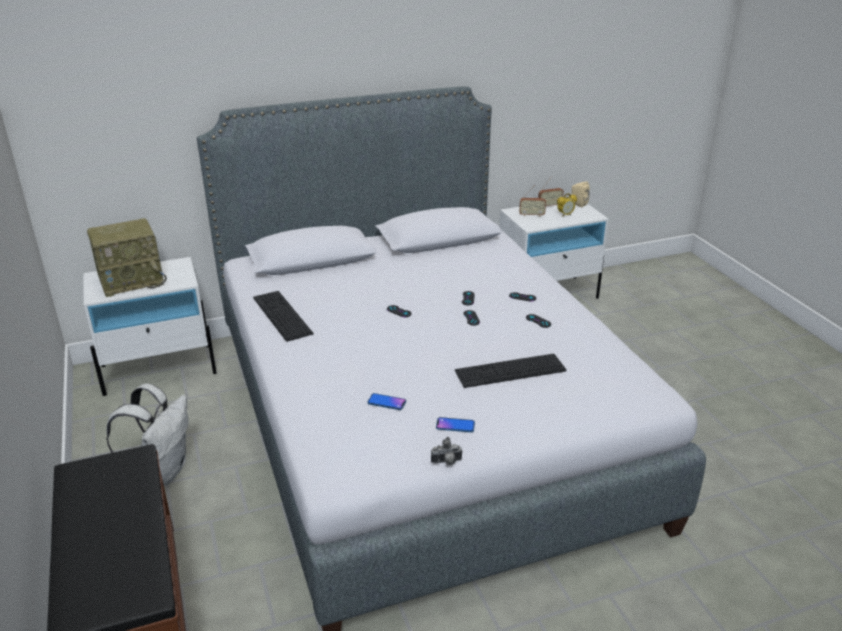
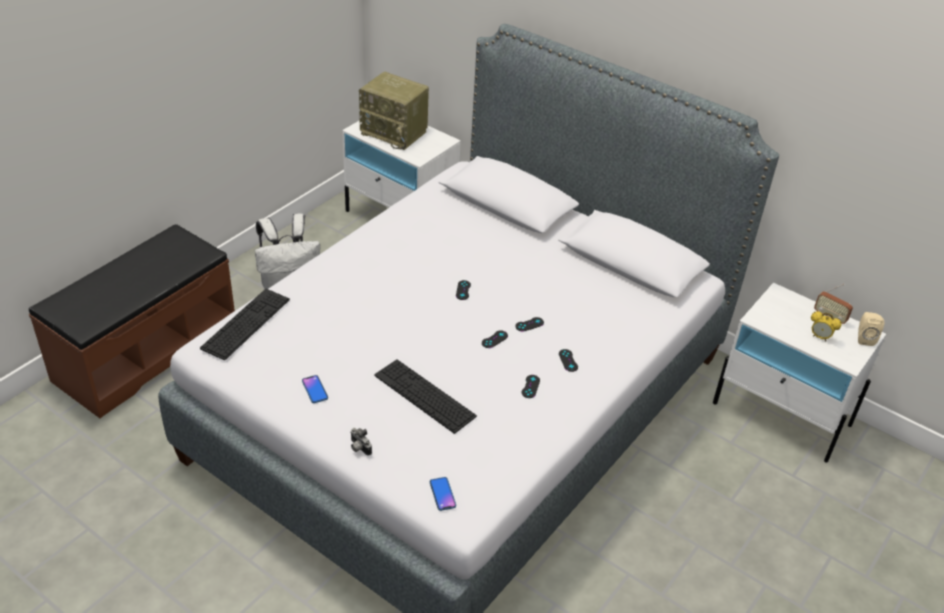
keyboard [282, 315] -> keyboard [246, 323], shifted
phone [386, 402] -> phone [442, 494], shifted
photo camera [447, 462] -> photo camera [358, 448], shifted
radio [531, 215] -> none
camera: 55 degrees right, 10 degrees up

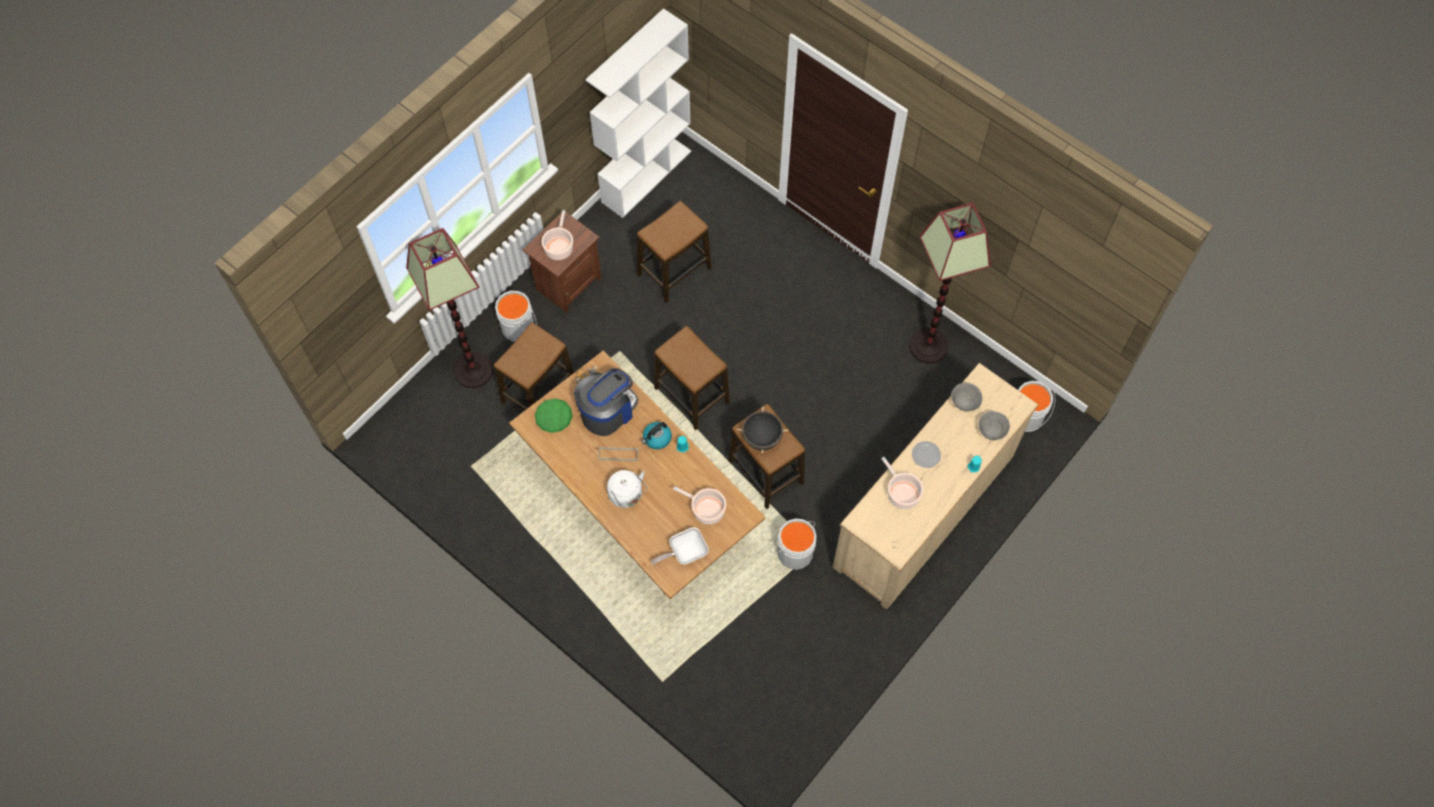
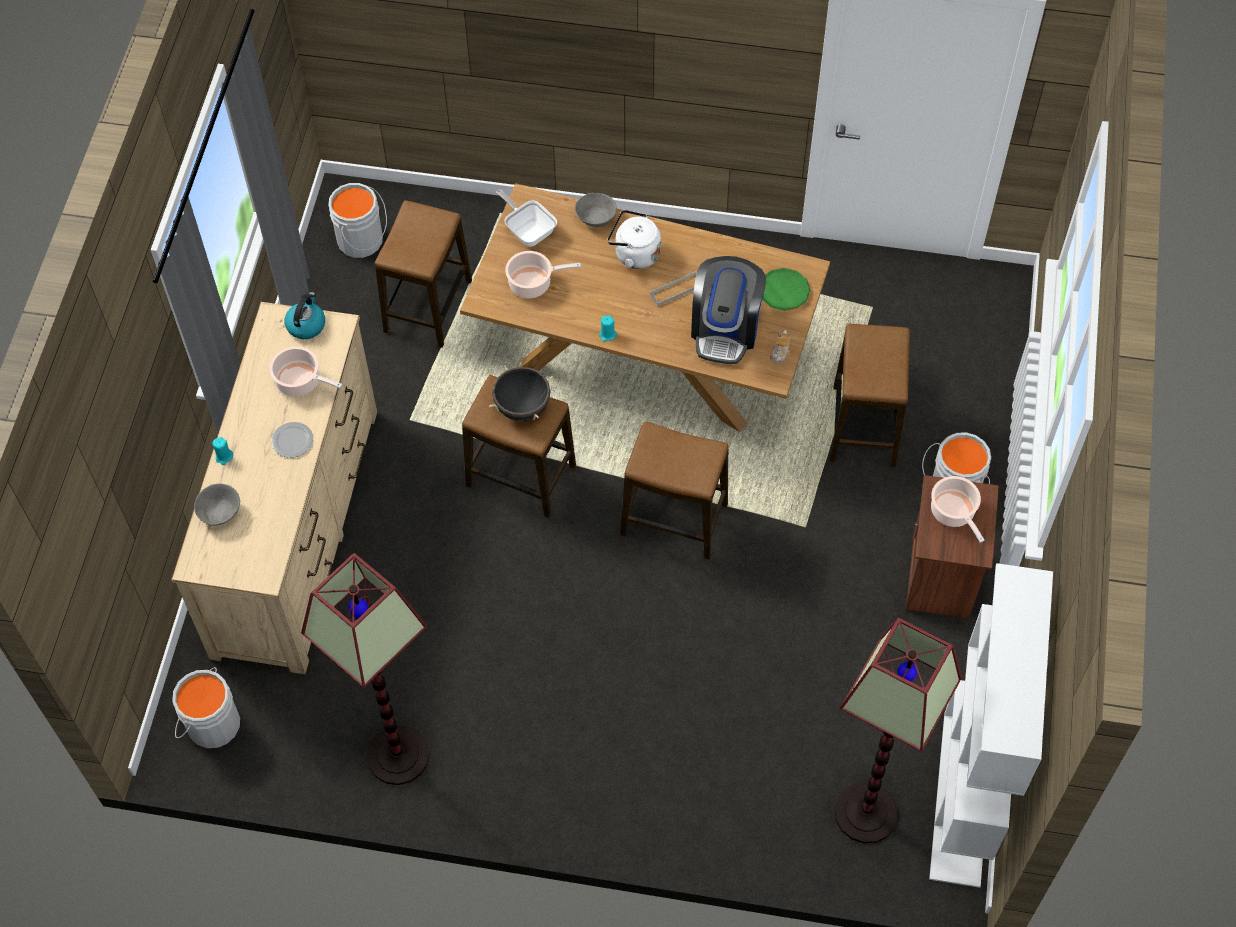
floor lamp [473, 370] -> floor lamp [865, 812], shifted
stool [674, 272] -> stool [428, 306], shifted
kettle [657, 439] -> kettle [306, 325], shifted
frying pan [684, 553] -> frying pan [528, 230], 75 degrees counterclockwise
grey bucket [793, 551] -> grey bucket [362, 241], shifted
grey bowl [964, 402] -> grey bowl [596, 218], shifted
camera: 150 degrees right, 5 degrees down

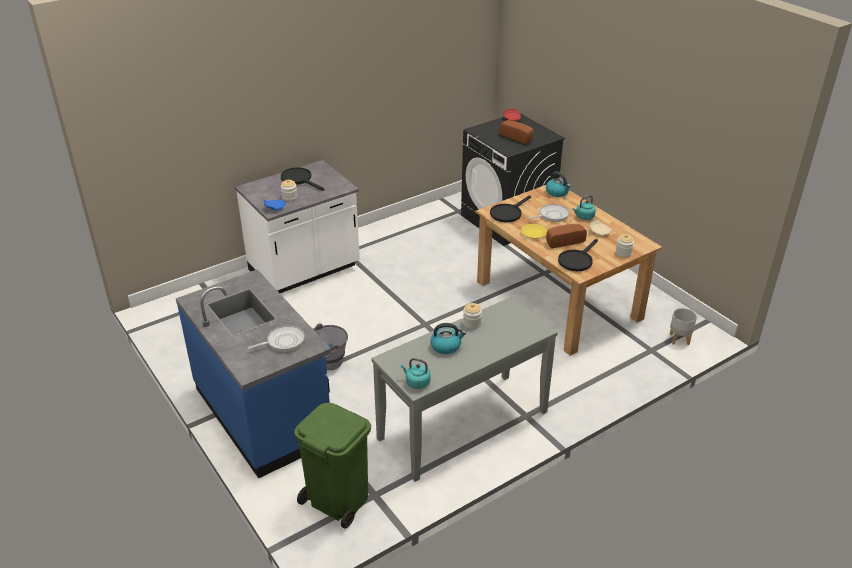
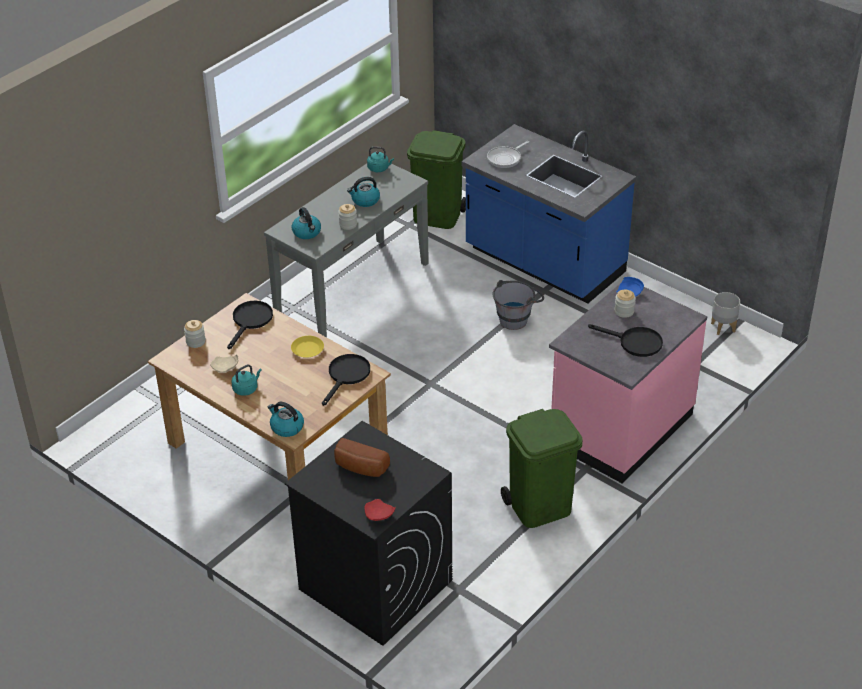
white counter [305, 270] -> pink counter [620, 427]
frying pan [552, 215] -> none
bread [563, 241] -> none
grey planter [679, 339] -> grey planter [723, 327], shifted
none -> kettle [307, 232]
none -> green trash can [540, 507]
camera: 165 degrees right, 5 degrees up

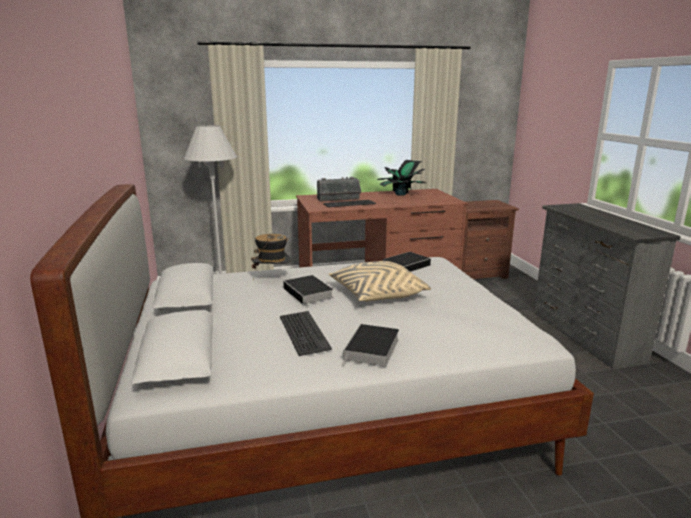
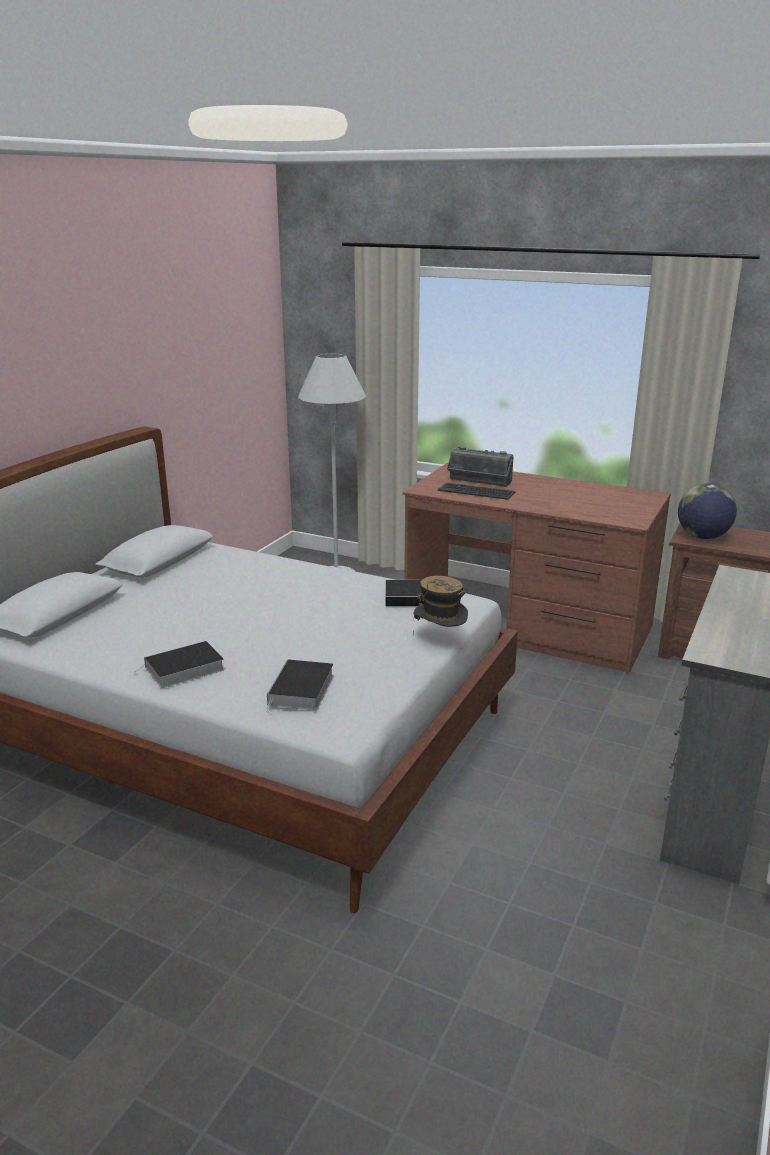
hat [272, 278] -> hat [439, 639], shifted
keyboard [303, 333] -> none
book [309, 293] -> book [301, 690], shifted
beige pillow [377, 295] -> none
potted plant [401, 194] -> none
none -> globe [703, 537]
camera: 40 degrees right, 5 degrees up

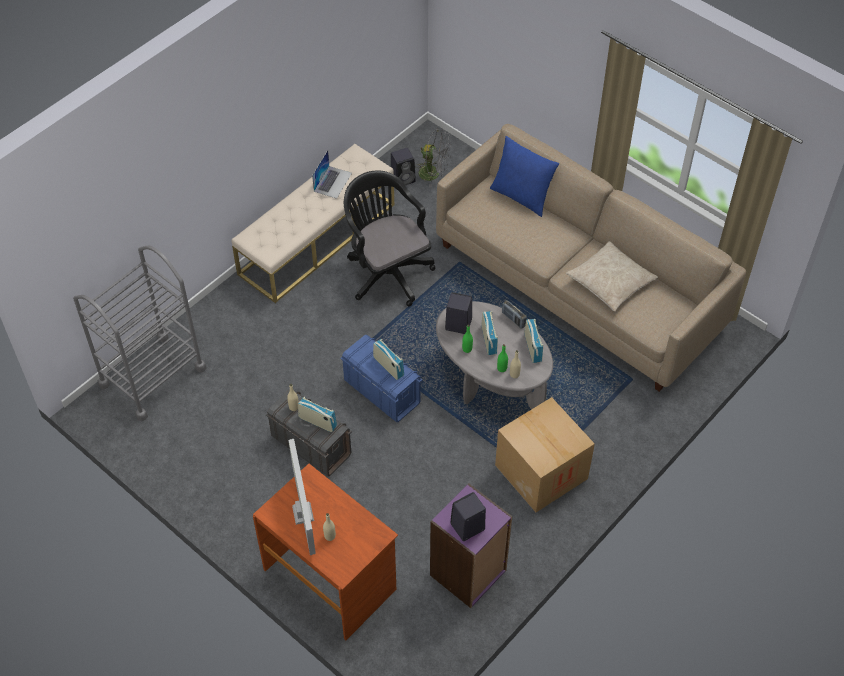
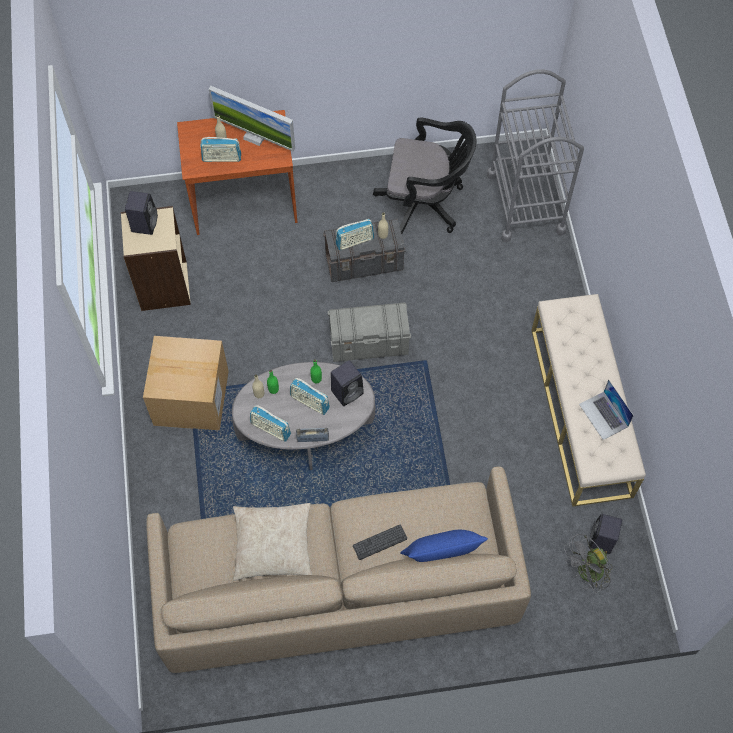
blue storage box [382, 391] -> grey storage box [369, 344]
black office chair [387, 271] -> black office chair [424, 204], shifted
radio [388, 366] -> radio [221, 158], shifted
purple bookcase [468, 573] -> beige bookcase [163, 286]
none -> keyboard [380, 542]
camera: 130 degrees right, 10 degrees up

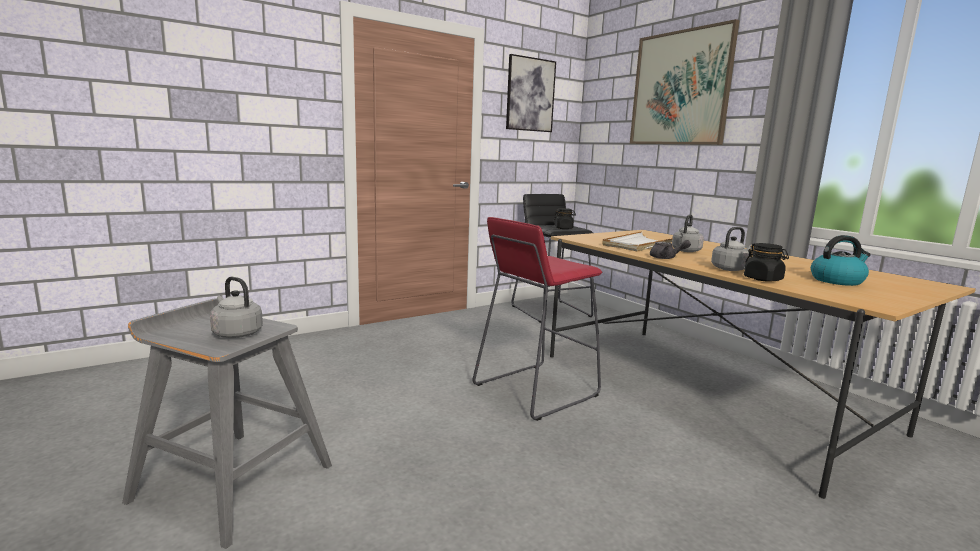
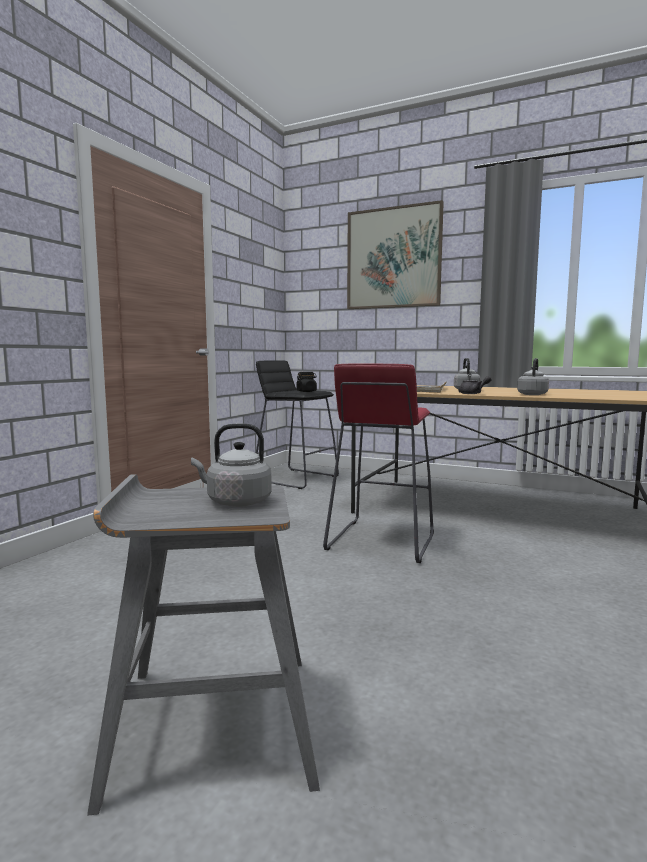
picture [530, 95] -> none
black jar [763, 279] -> none
kettle [837, 281] -> none
camera: 30 degrees left, 5 degrees down

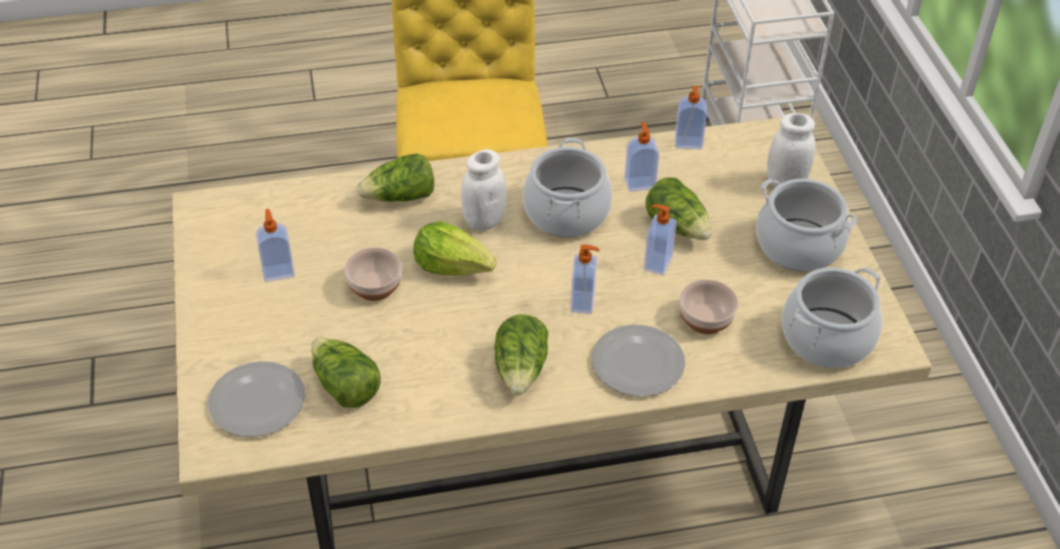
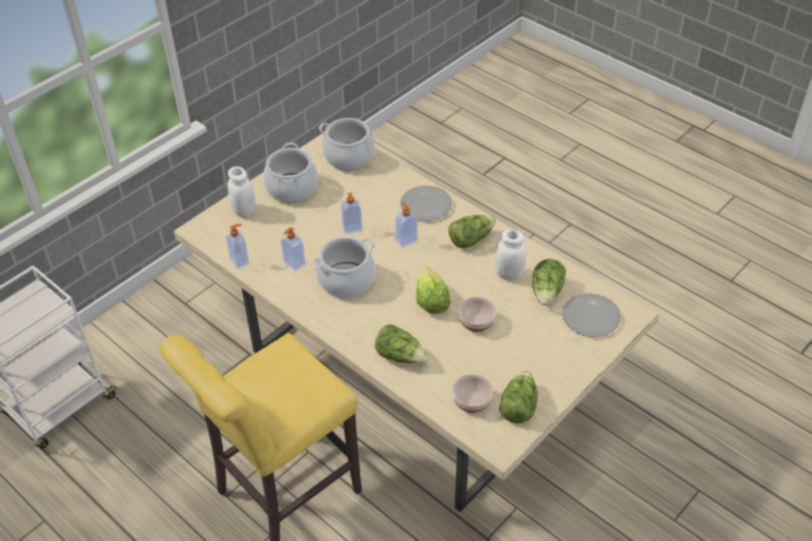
soap dispenser [278, 271] -> none
white jar [484, 221] -> white jar [509, 274], shifted
lettuce [677, 226] -> lettuce [518, 406], shifted
bowl [706, 319] -> bowl [471, 401], shifted
camera: 125 degrees left, 0 degrees up

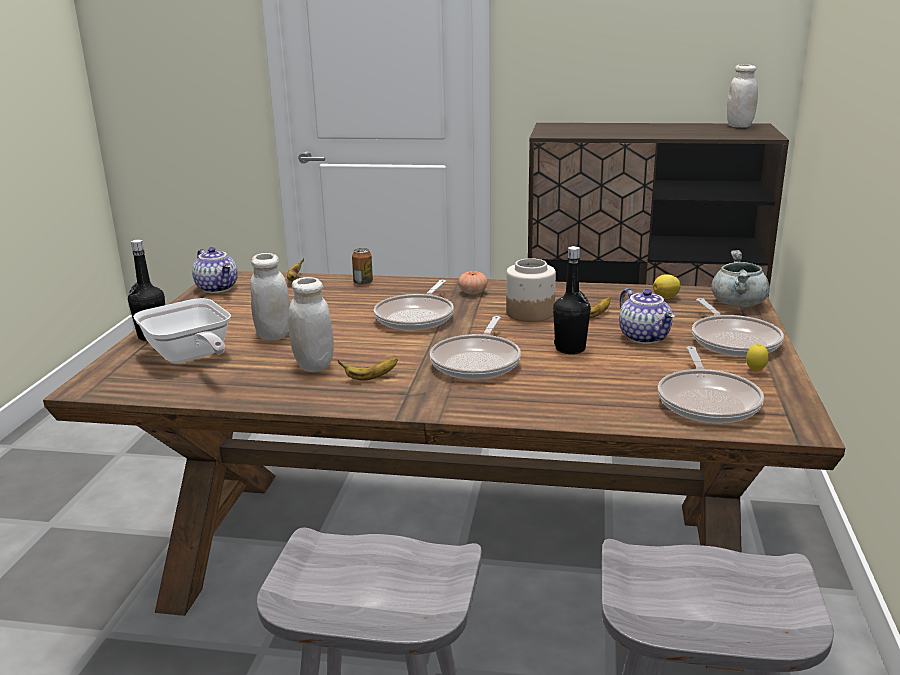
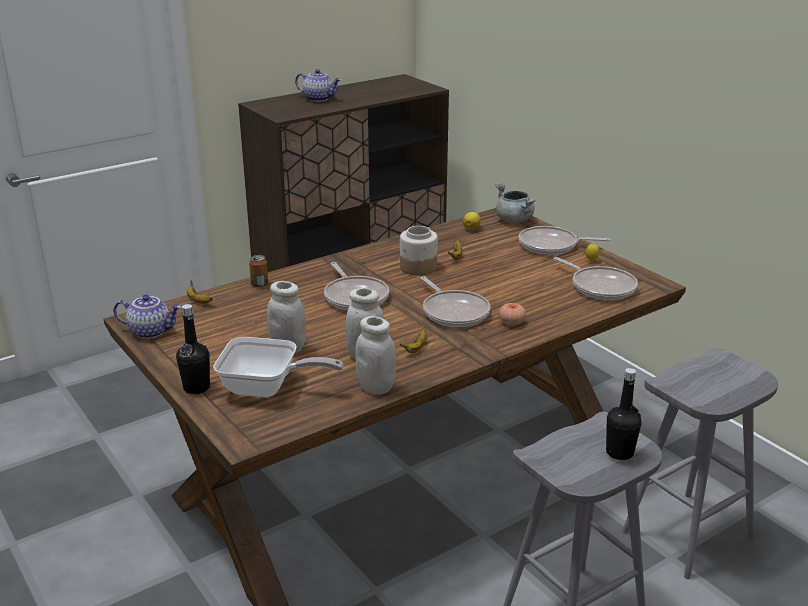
tomato [472, 292] -> tomato [511, 322], shifted
black bottle [570, 349] -> black bottle [619, 452], shifted
teapot [645, 337] -> teapot [319, 98], shifted
frying pan [733, 340] -> frying pan [551, 245], 150 degrees clockwise
white jar [739, 126] -> white jar [376, 387], shifted
camera: 45 degrees left, 5 degrees up

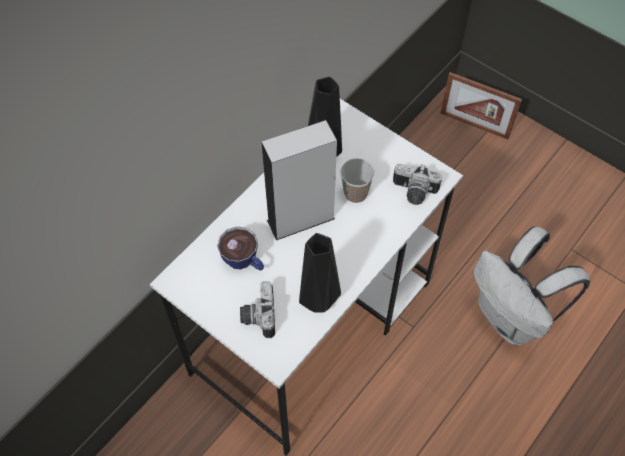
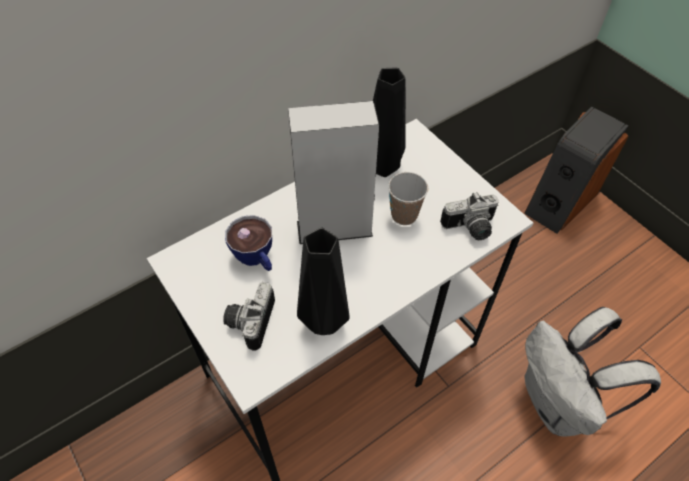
photo camera [413, 193] -> photo camera [470, 228], 45 degrees counterclockwise
picture frame [474, 125] -> speaker [560, 202]
camera: 15 degrees right, 5 degrees down

